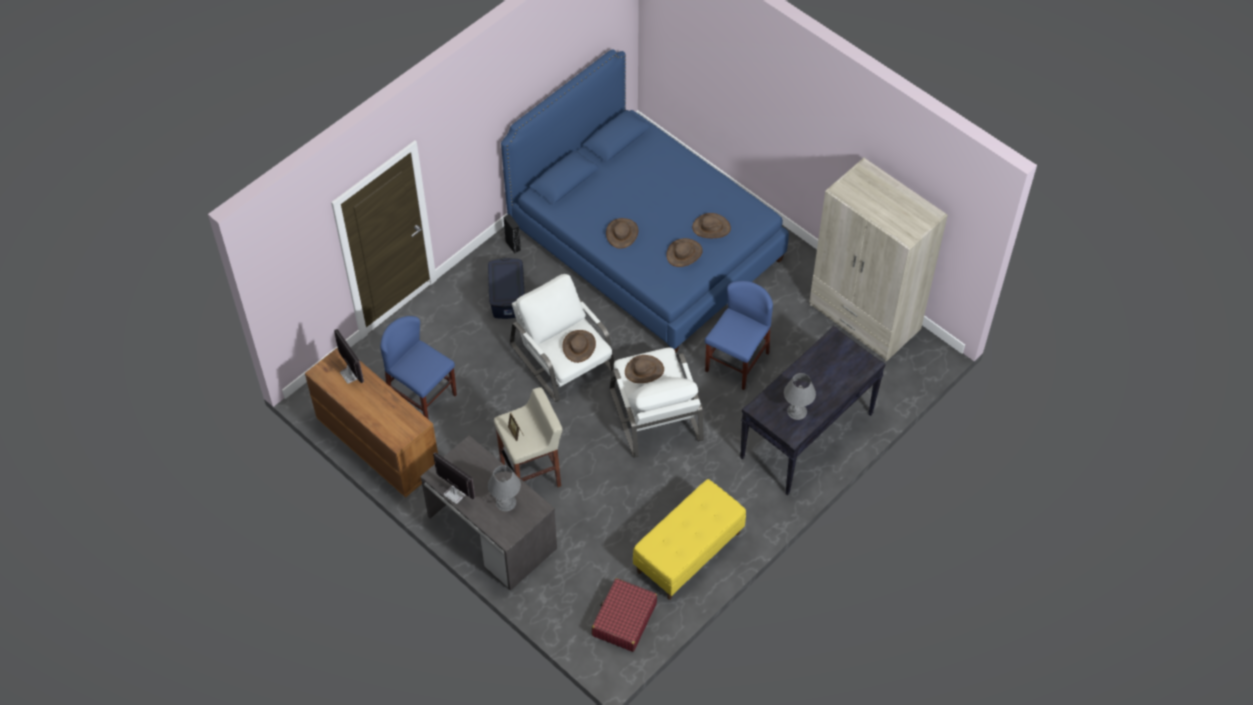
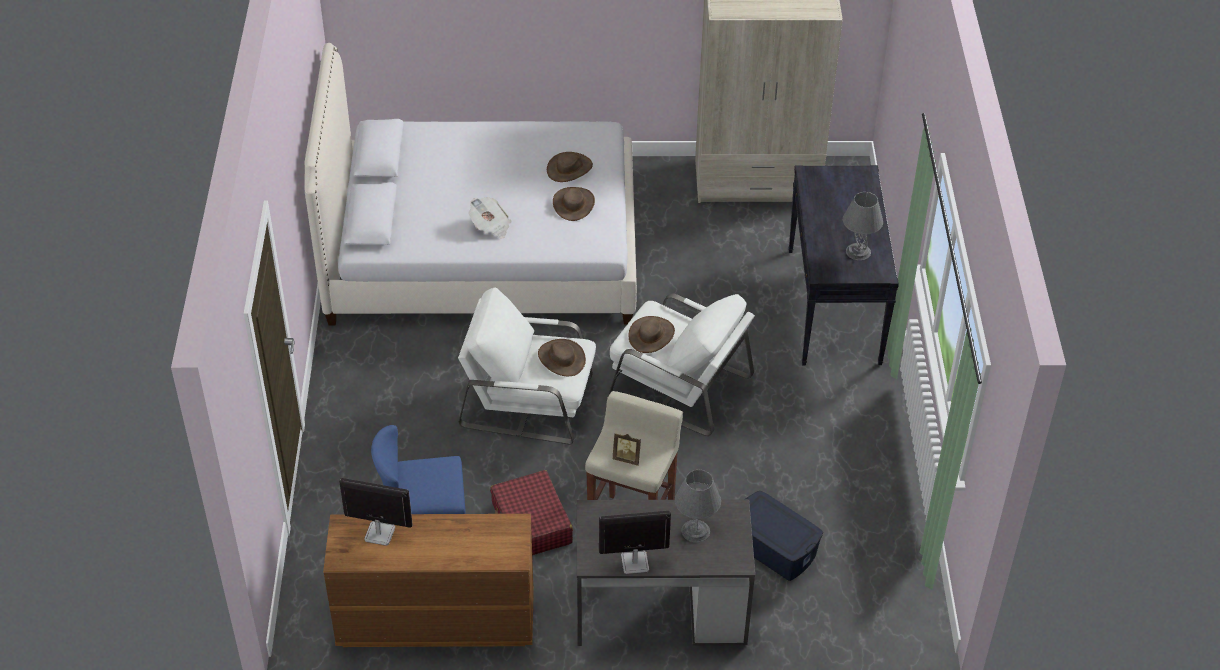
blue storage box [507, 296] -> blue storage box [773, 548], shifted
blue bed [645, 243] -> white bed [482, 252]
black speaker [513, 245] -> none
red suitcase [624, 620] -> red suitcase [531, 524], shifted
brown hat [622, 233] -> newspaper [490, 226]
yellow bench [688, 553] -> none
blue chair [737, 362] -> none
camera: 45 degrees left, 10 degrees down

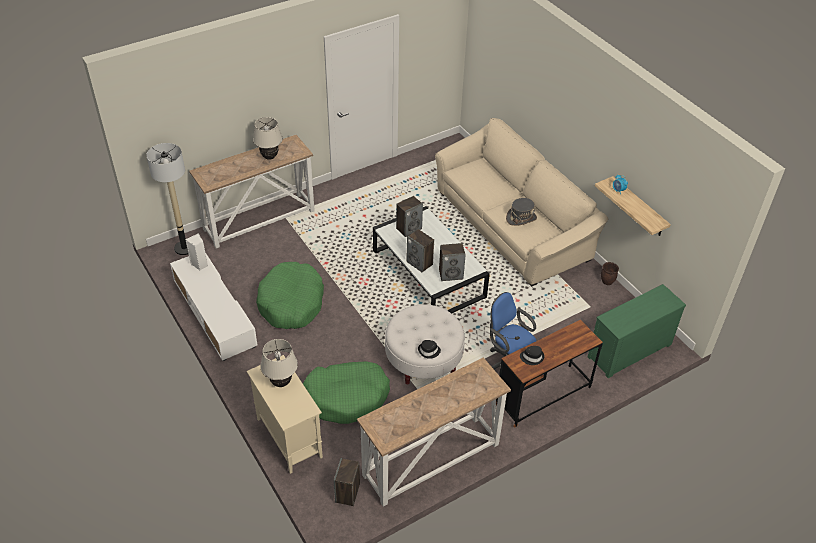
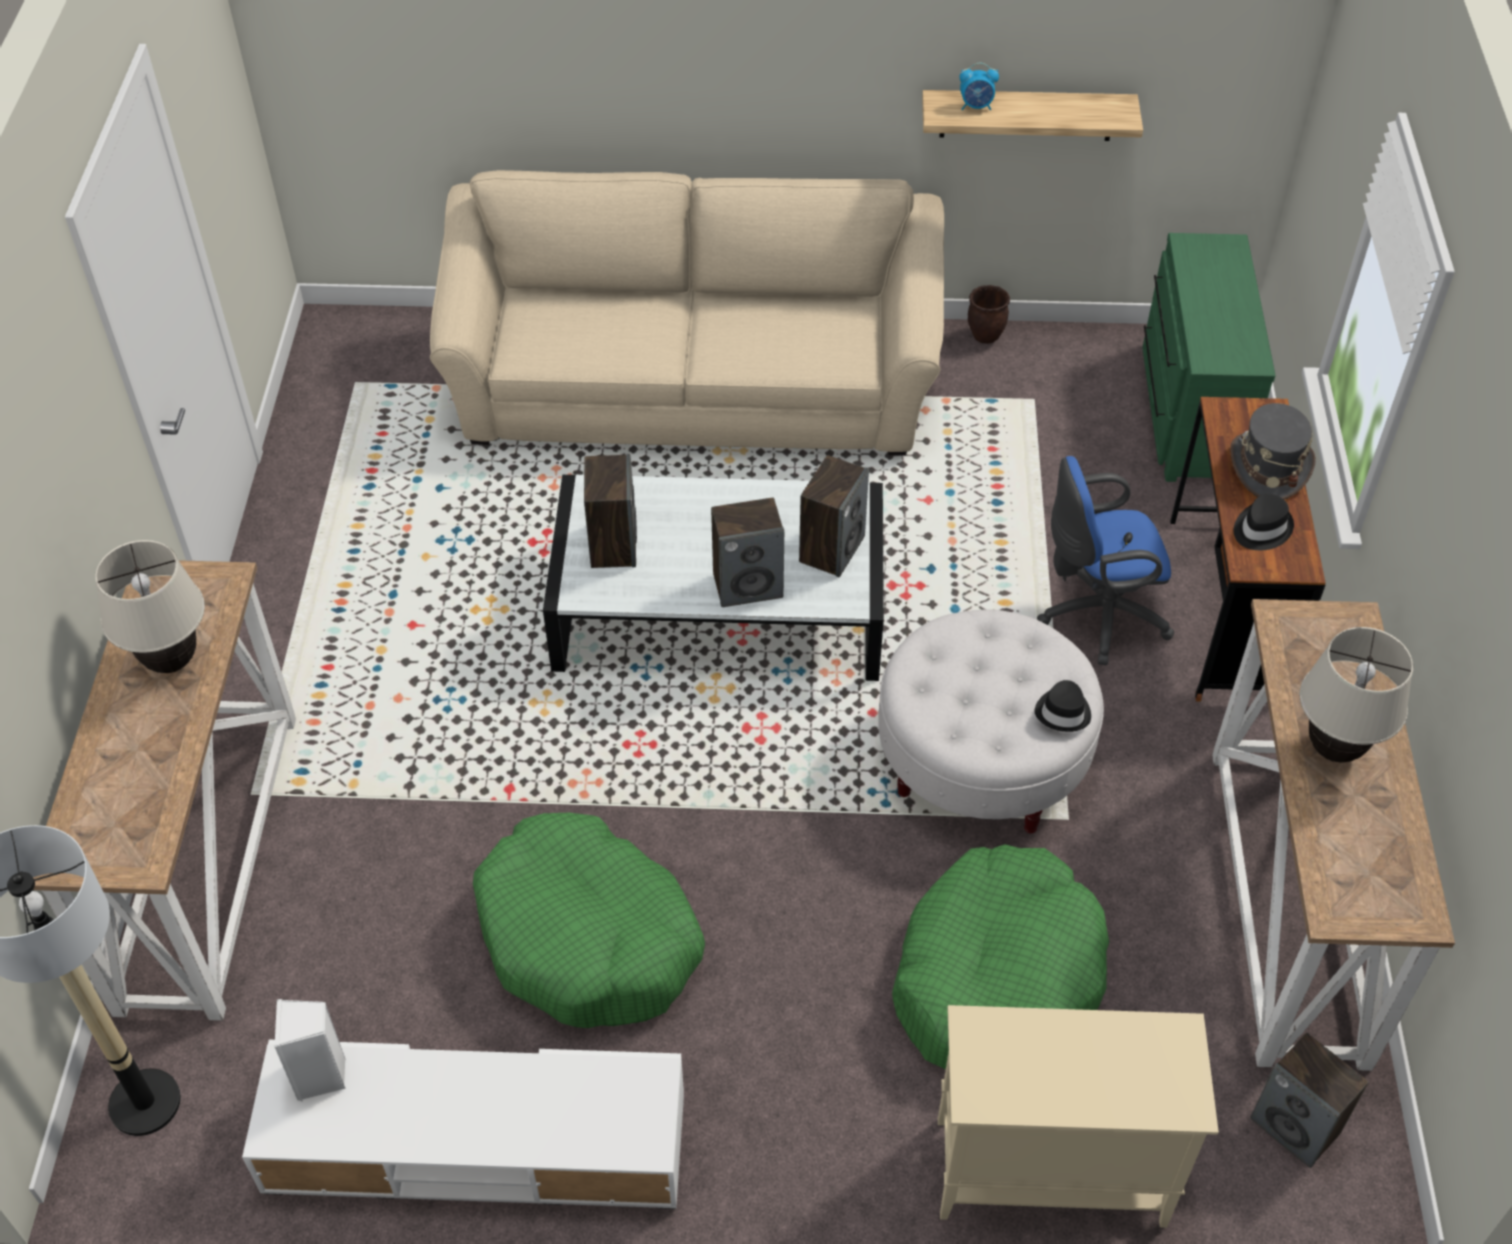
beige table lamp [281, 382] -> beige table lamp [1333, 749], shifted
grey hat [521, 218] -> grey hat [1268, 467], shifted
camera: 55 degrees left, 5 degrees up

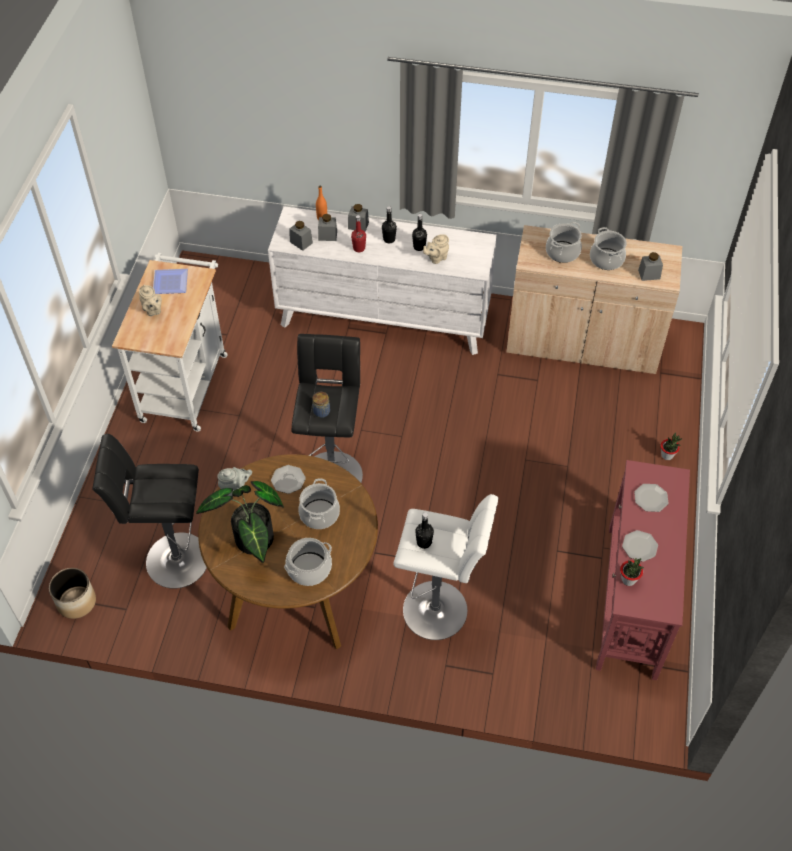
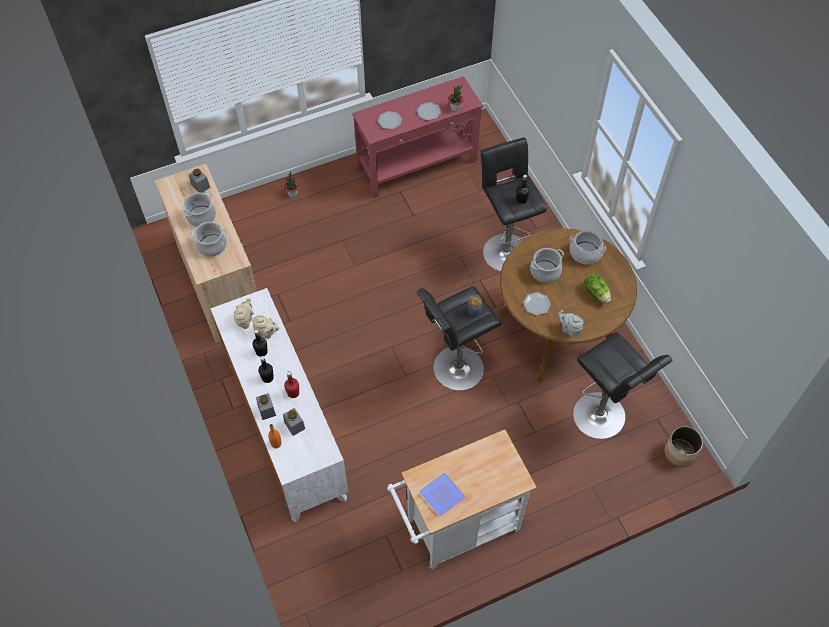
beige teapot [152, 310] -> beige teapot [245, 320], shifted
potted plant [252, 543] -> lettuce [596, 293]
grey jar [301, 242] -> none
white stool [440, 611] -> black stool [504, 250]
camera: 125 degrees left, 5 degrees up

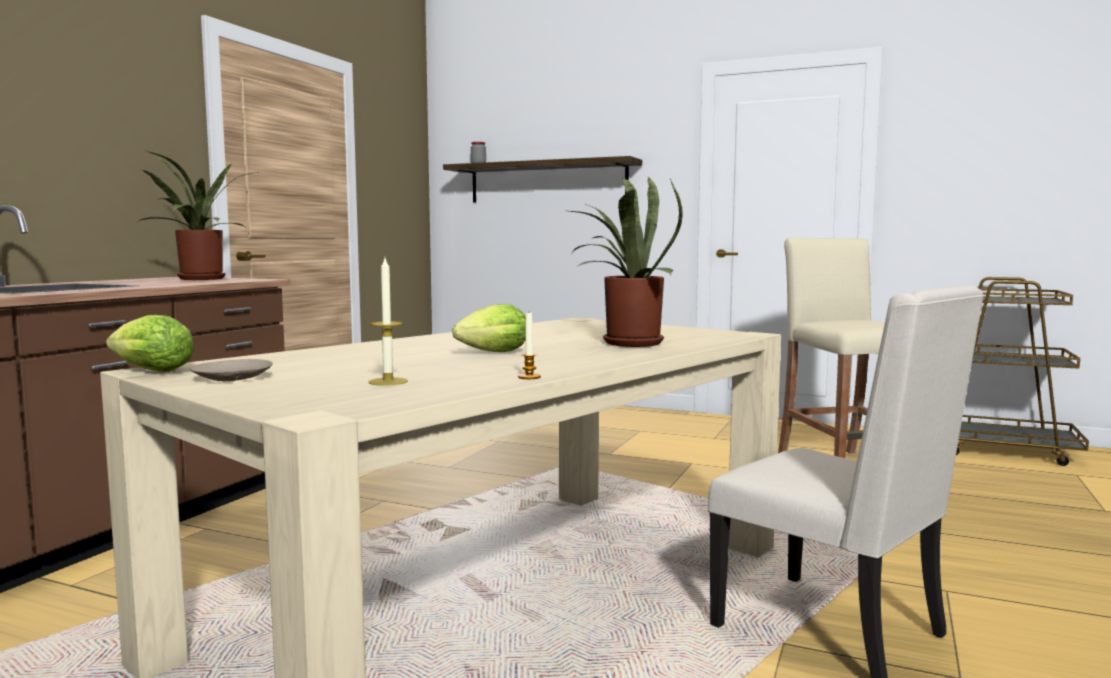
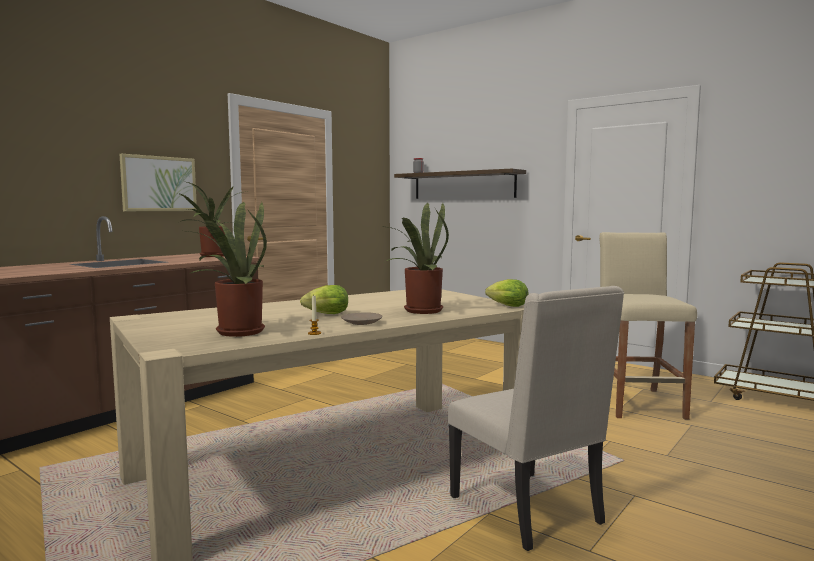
lettuce [148, 371] -> lettuce [505, 306], shifted
beige plate [233, 378] -> beige plate [362, 323], shifted
candle [388, 382] -> potted plant [235, 332]
none -> picture [159, 184]
camera: 15 degrees right, 0 degrees up

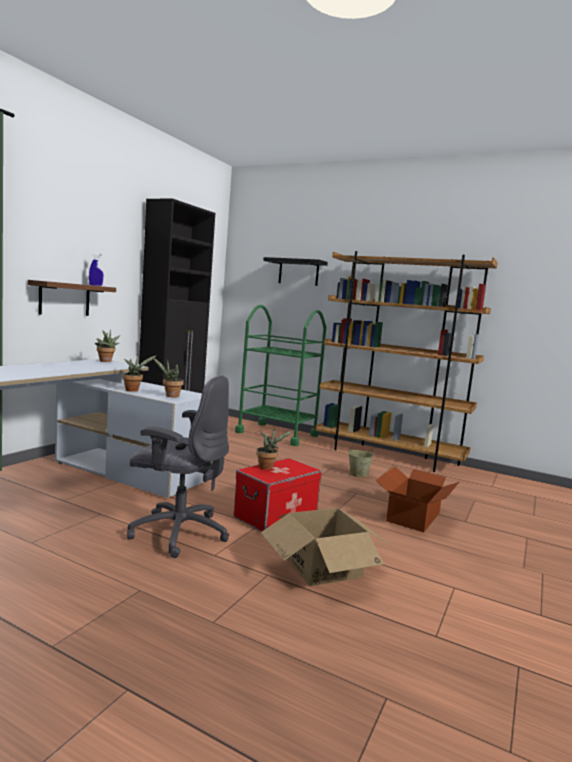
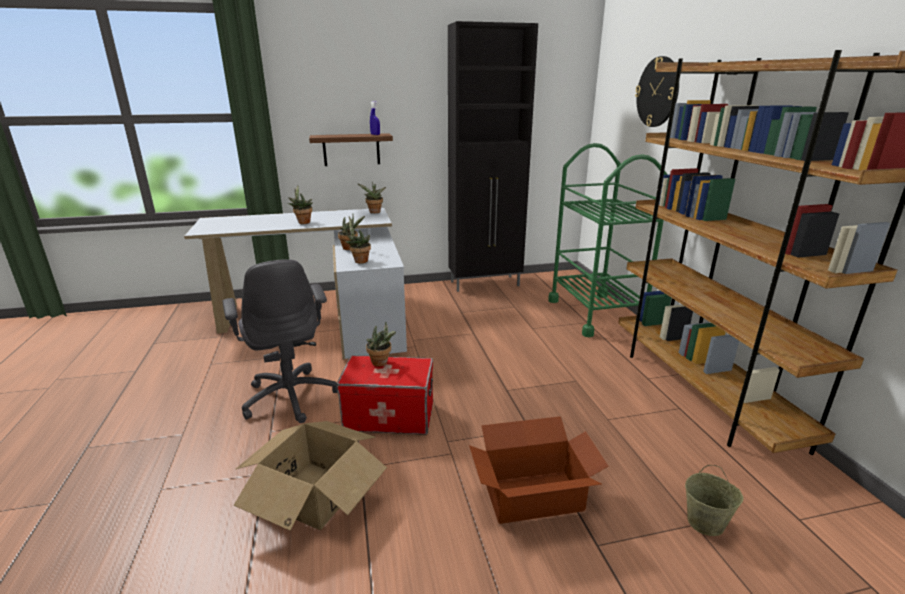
black shelf [298, 272] -> wall clock [657, 92]
beige bucket [359, 474] -> beige bucket [706, 522], shifted
none -> potted plant [303, 222]
camera: 50 degrees right, 15 degrees up

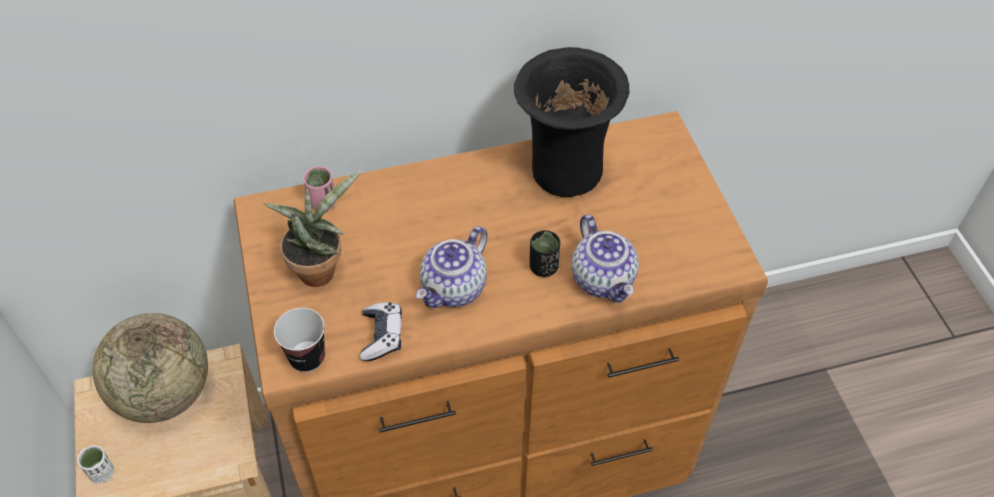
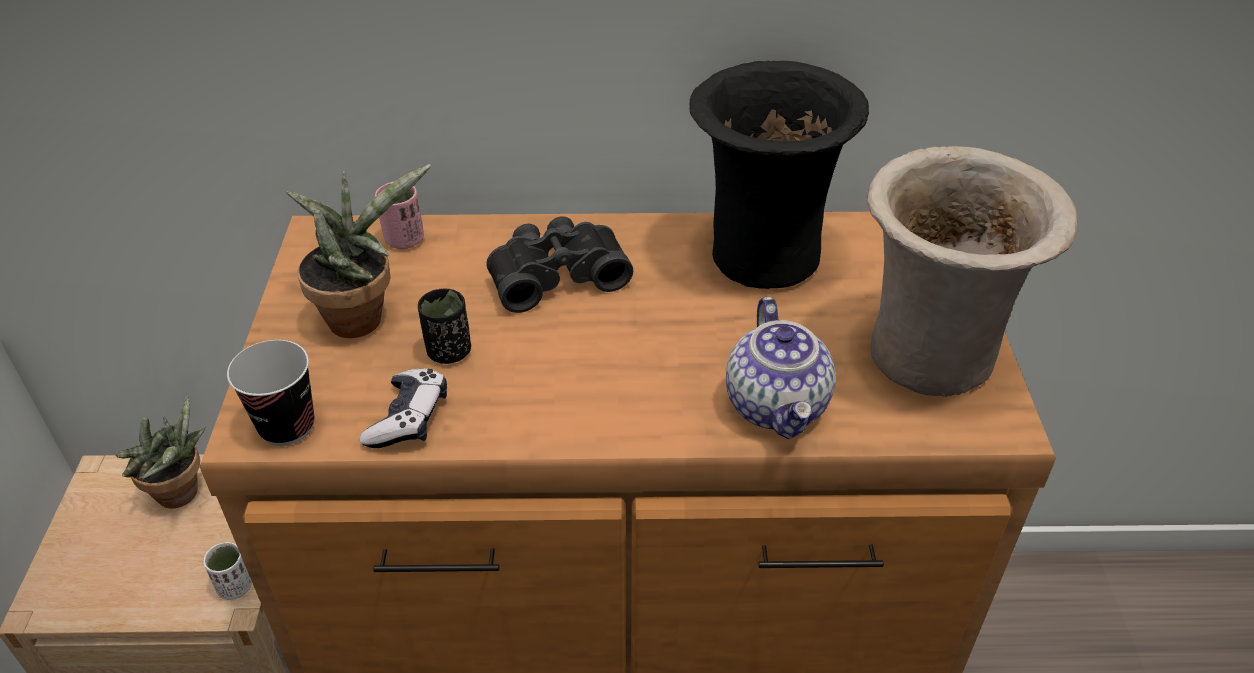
white cup [102, 472] -> white cup [235, 587], shifted
globe [165, 394] -> potted plant [183, 496]
teapot [454, 289] -> none
black cup [543, 267] -> black cup [449, 352], shifted
none -> black binoculars [556, 275]
none -> beige vase [931, 361]
camera: 15 degrees right, 10 degrees down

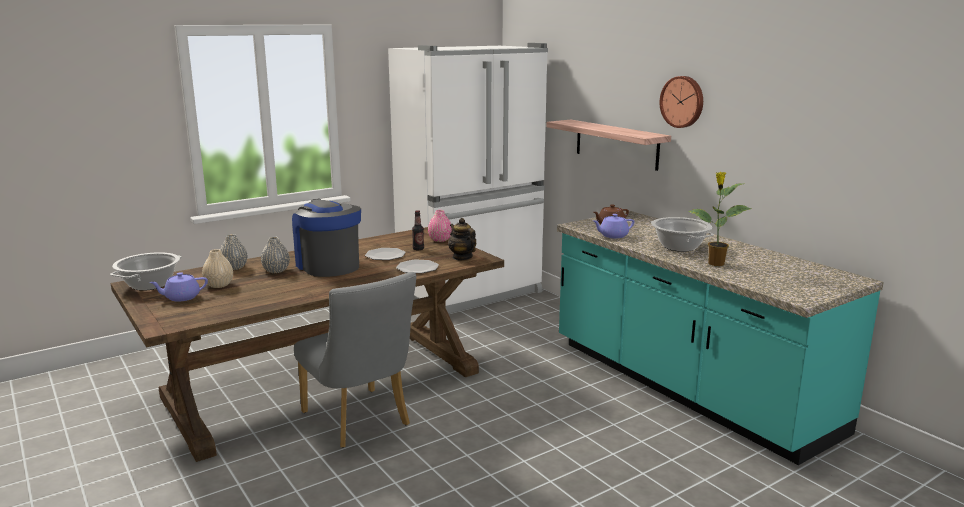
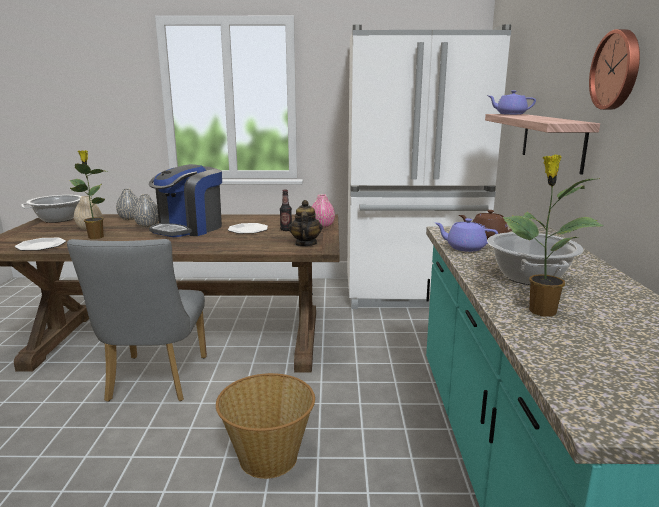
purple teapot [181, 297] -> purple teapot [510, 114], shifted
coffee machine [328, 265] -> coffee machine [189, 229], 150 degrees counterclockwise
plate [417, 268] -> plate [41, 246], shifted
none -> potted plant [95, 237]
none -> basket [268, 457]
camera: 35 degrees right, 0 degrees up

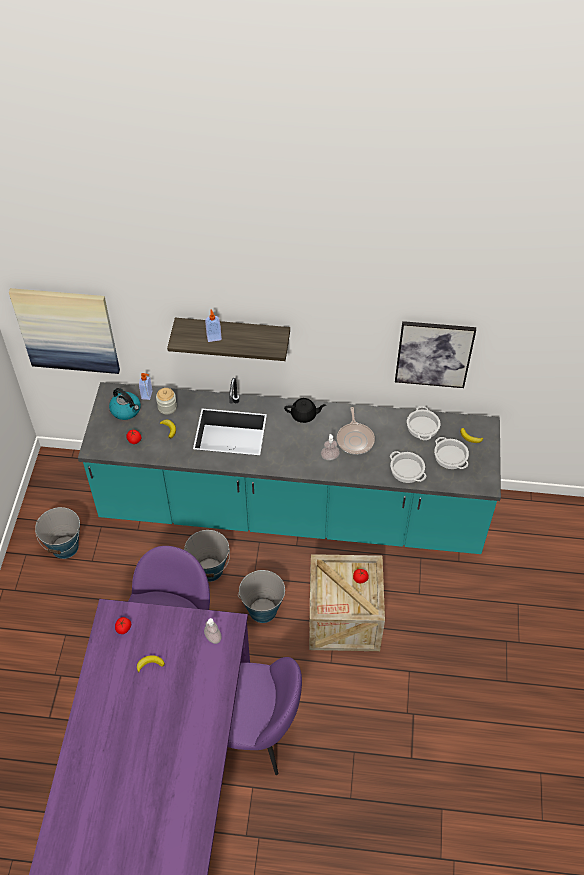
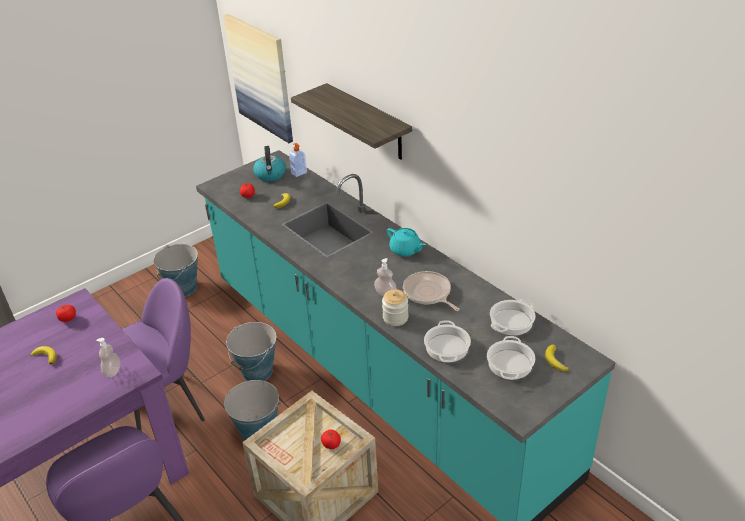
jar [167, 407] -> jar [395, 318], shifted
soap dispenser [214, 337] -> none
black teapot [304, 415] -> turquoise teapot [405, 250]
frying pan [355, 439] -> frying pan [428, 293], 105 degrees clockwise
picture [434, 354] -> none
camera: 45 degrees right, 15 degrees down

